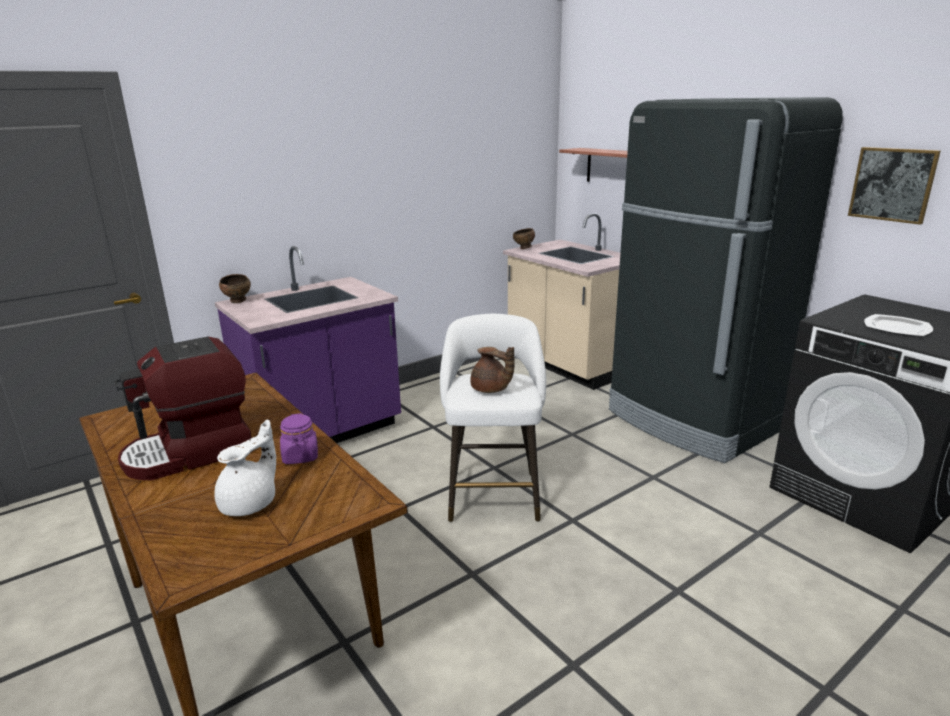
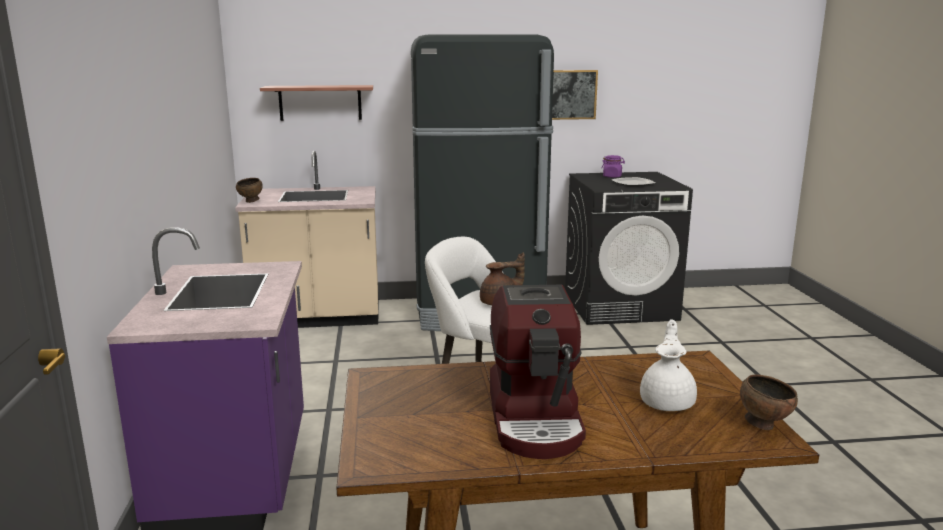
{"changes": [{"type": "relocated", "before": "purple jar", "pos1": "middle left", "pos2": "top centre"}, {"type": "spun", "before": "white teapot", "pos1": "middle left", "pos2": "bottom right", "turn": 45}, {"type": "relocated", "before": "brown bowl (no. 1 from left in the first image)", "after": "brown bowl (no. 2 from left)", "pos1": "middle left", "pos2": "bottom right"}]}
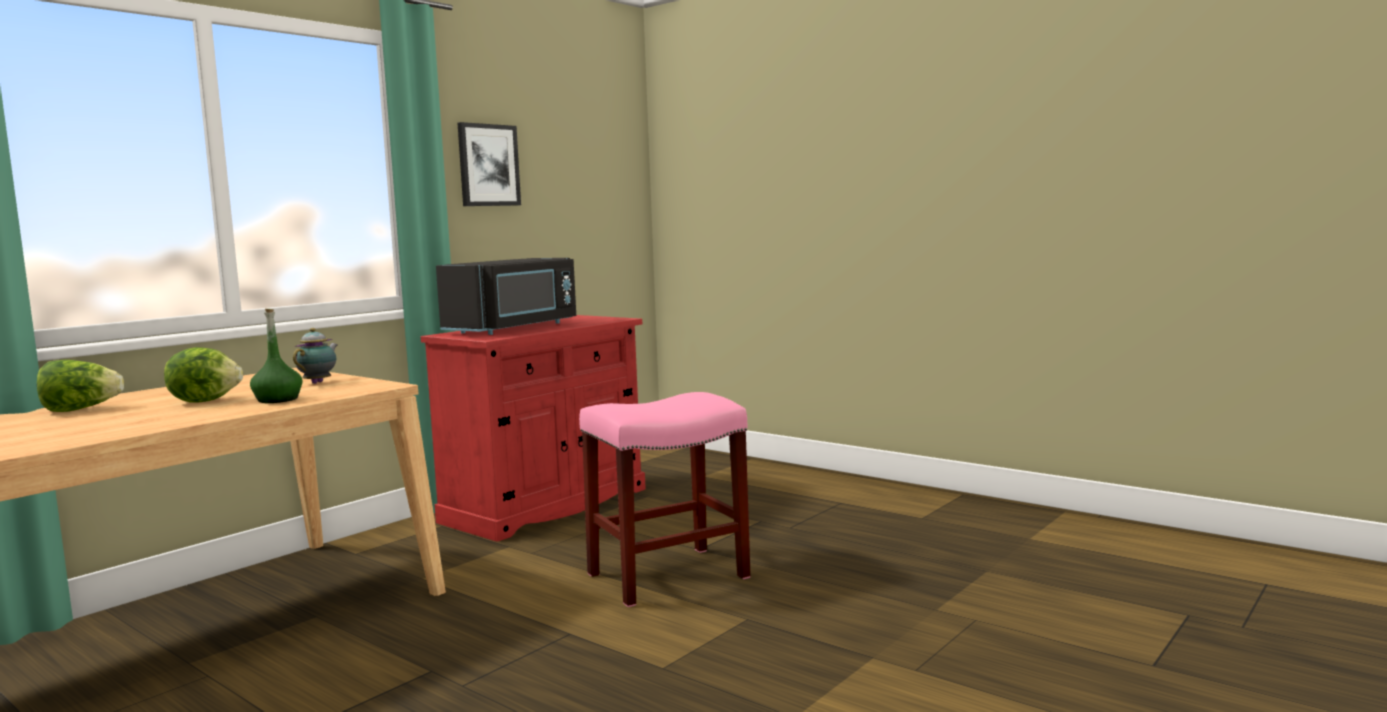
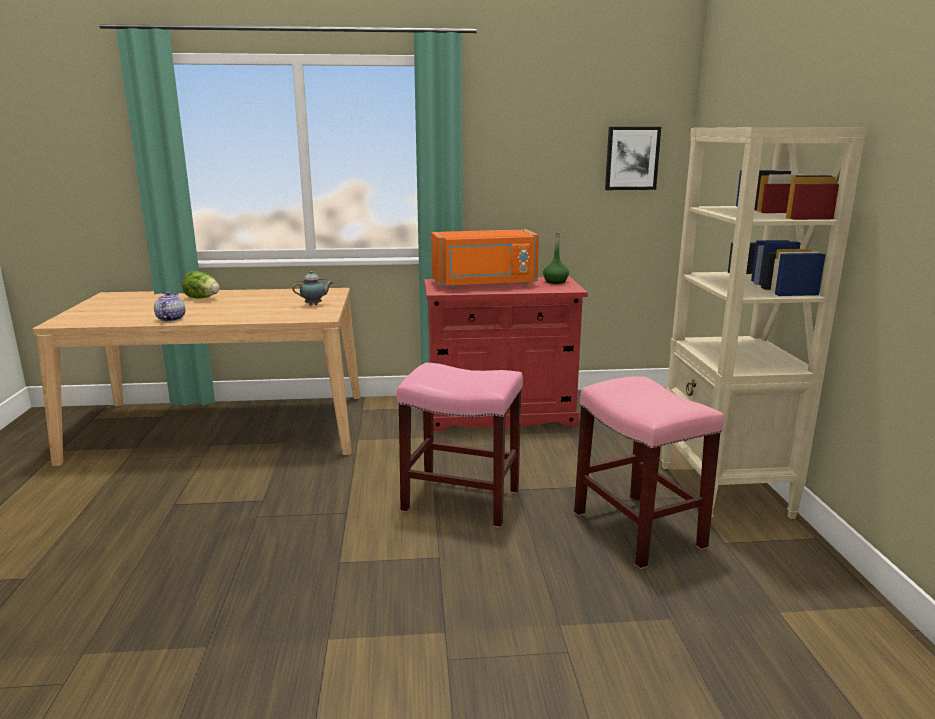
{"changes": [{"type": "appeared", "after": "teapot (no. 1 from left)", "pos2": "middle left"}, {"type": "colour", "before": "black microwave", "after": "orange microwave", "pos1": "centre", "pos2": "centre"}, {"type": "relocated", "before": "green bottle", "pos1": "middle left", "pos2": "centre"}, {"type": "appeared", "after": "pink stool (no. 2 from left)", "pos2": "middle right"}, {"type": "relocated", "before": "picture", "pos1": "top centre", "pos2": "top right"}, {"type": "appeared", "after": "beige bookcase", "pos2": "middle right"}, {"type": "missing", "before": "lettuce (no. 2 from left)", "pos1": "middle left"}]}
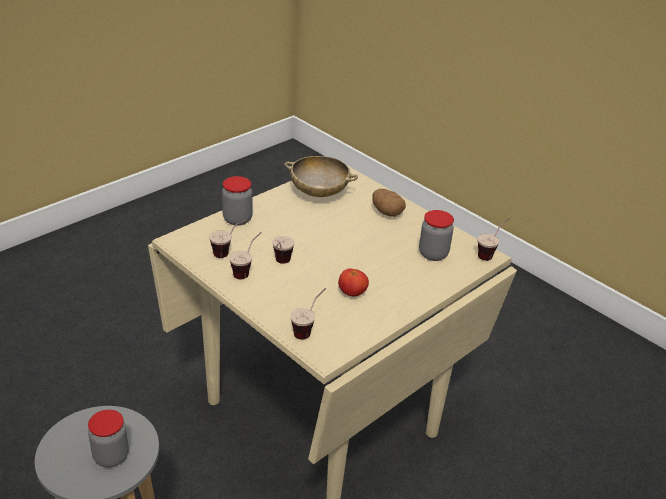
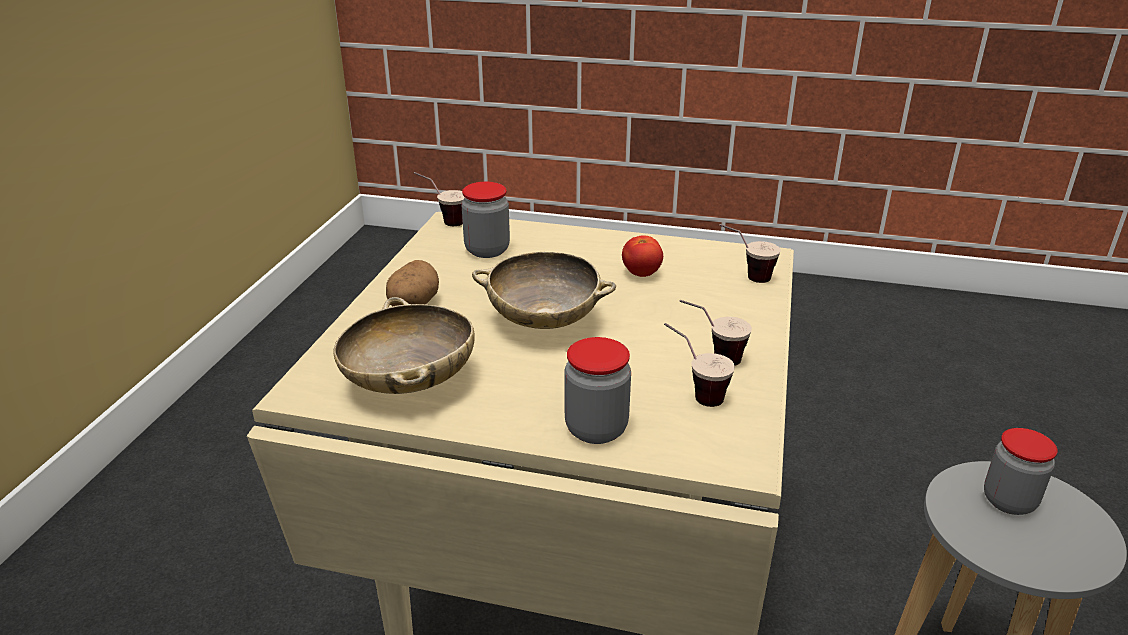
{"changes": [{"type": "appeared", "after": "beige bowl (no. 2 from left)", "pos2": "centre"}, {"type": "missing", "before": "cup (no. 3 from left)", "pos1": "centre"}]}
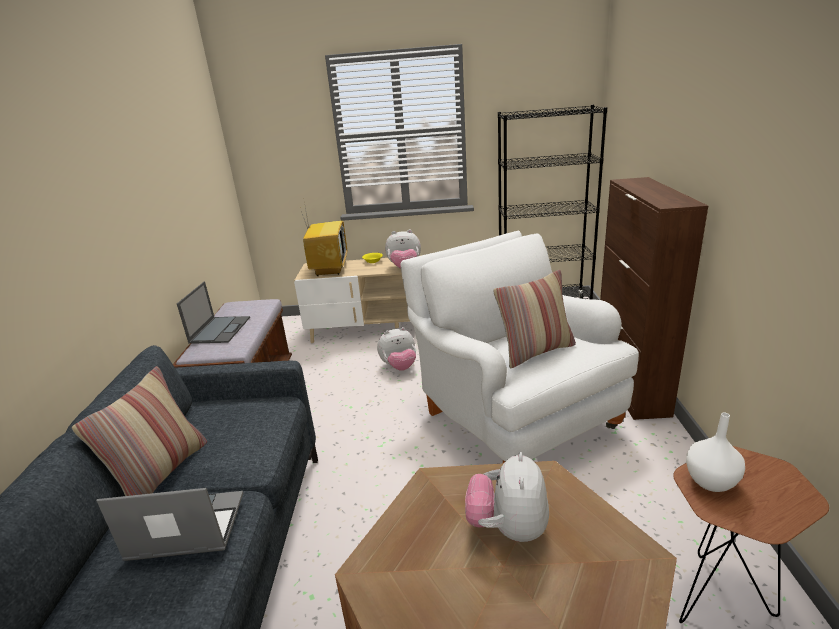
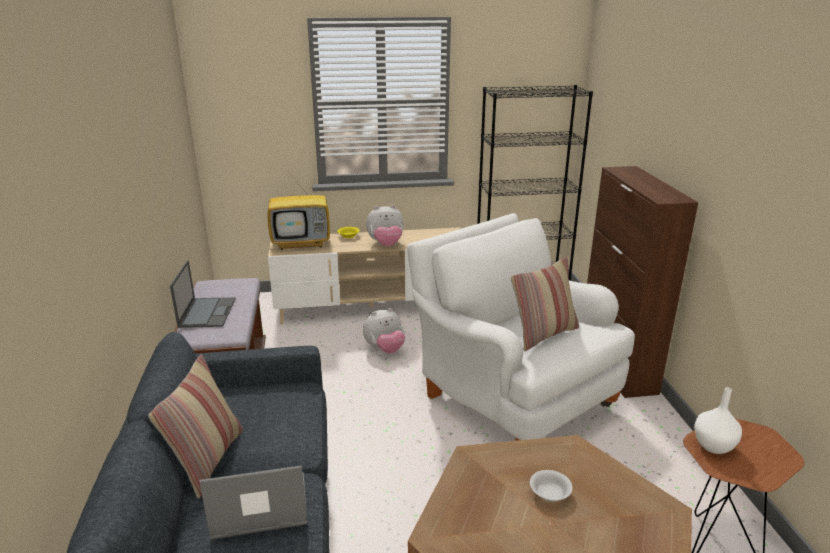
{"changes": [{"type": "spun", "before": "television", "pos1": "centre", "pos2": "centre", "turn": 90}, {"type": "exchanged", "before": "plush toy (no. 3 from left)", "after": "white bowl", "pos1": "bottom centre", "pos2": "bottom centre"}]}
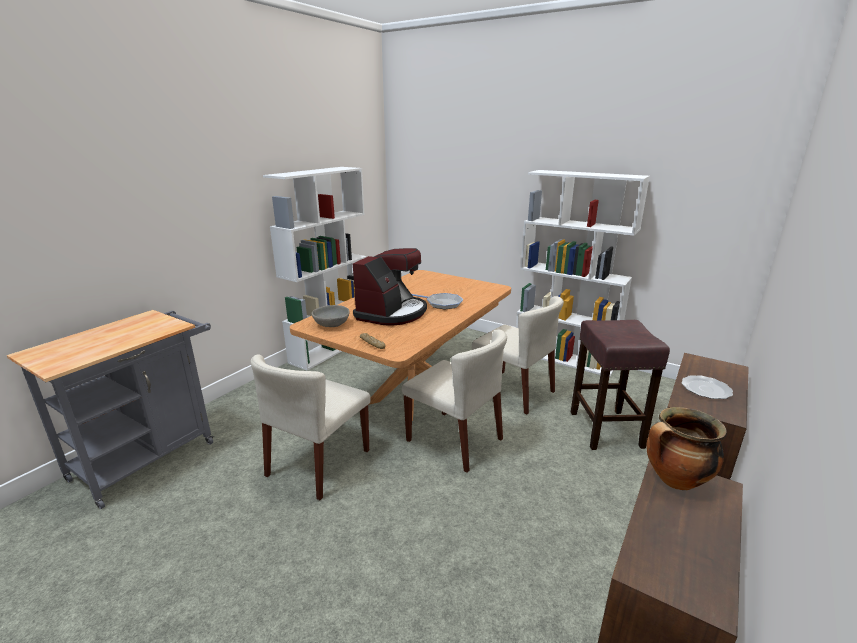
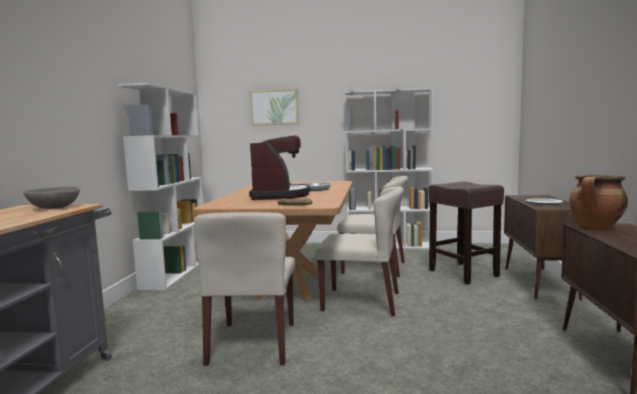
{"changes": [{"type": "relocated", "before": "grey bowl", "pos1": "centre", "pos2": "middle left"}, {"type": "appeared", "after": "picture", "pos2": "top centre"}]}
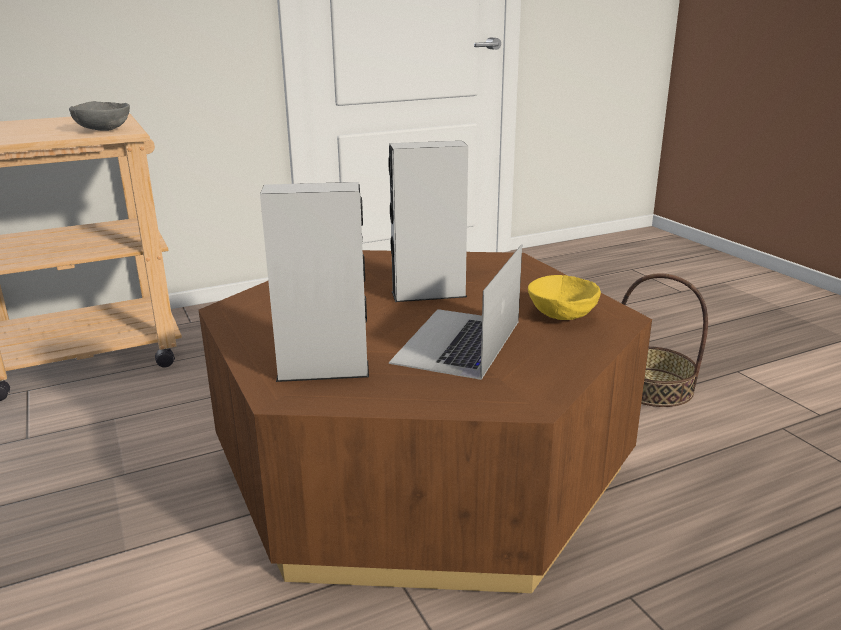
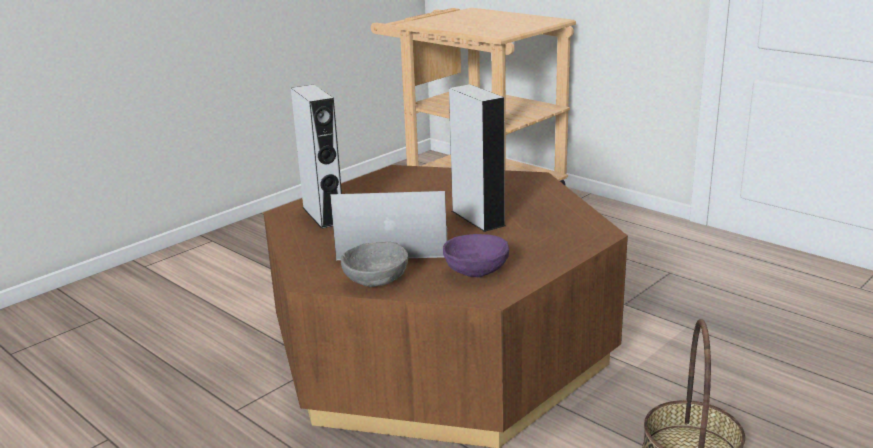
{"changes": [{"type": "relocated", "before": "grey bowl", "pos1": "top left", "pos2": "centre"}, {"type": "colour", "before": "yellow bowl", "after": "purple bowl", "pos1": "middle right", "pos2": "centre"}]}
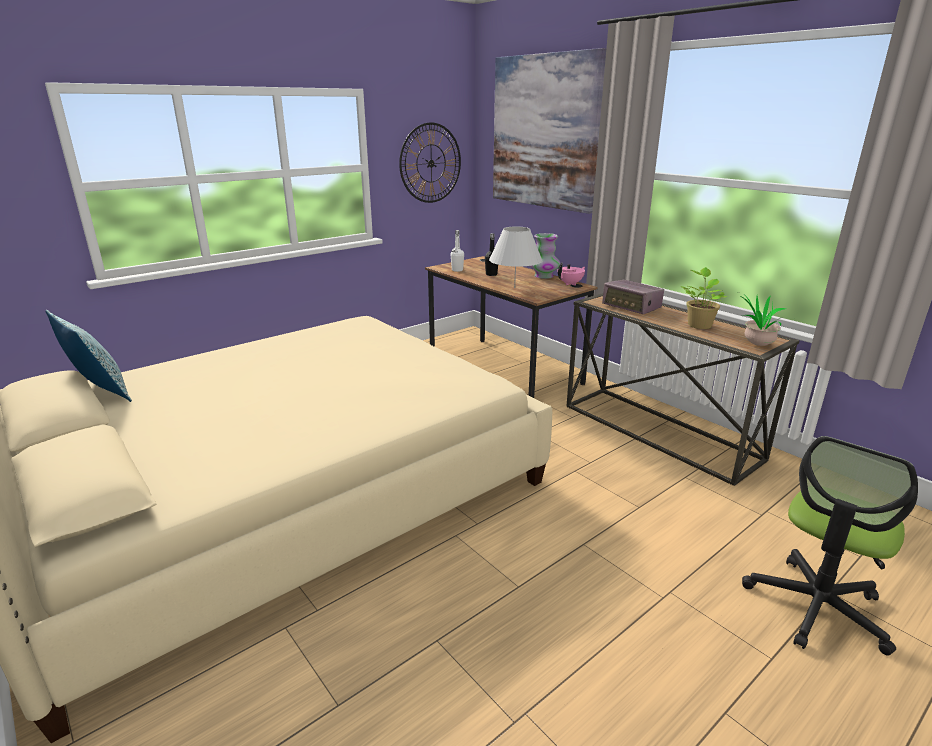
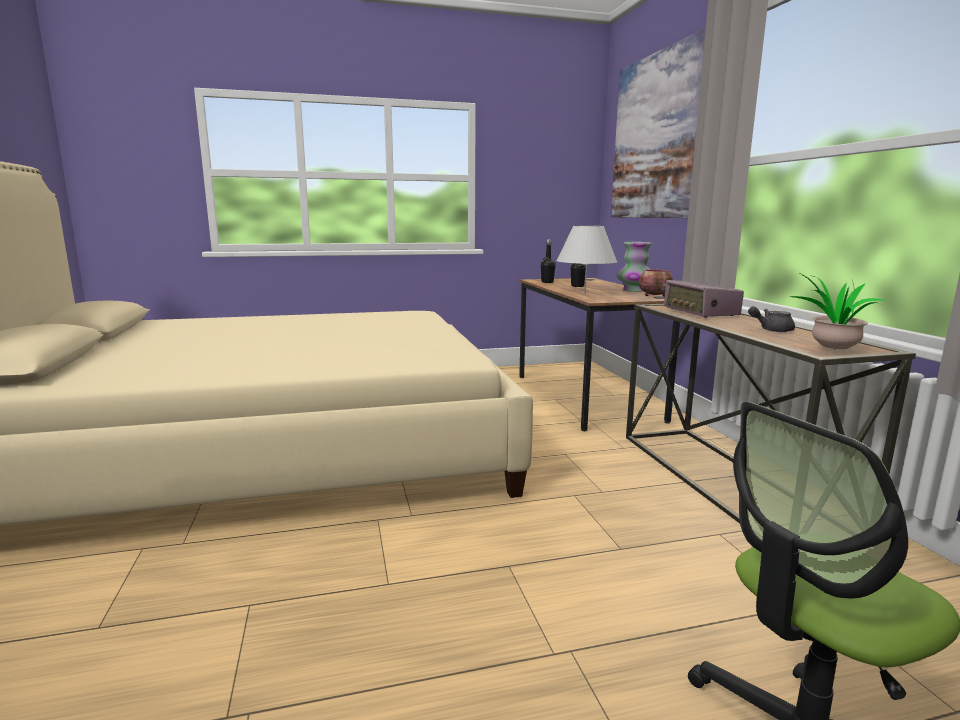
{"changes": [{"type": "colour", "before": "white bottle", "after": "black bottle (no. 1 from left)", "pos1": "centre", "pos2": "centre"}, {"type": "exchanged", "before": "pink teapot", "after": "bowl", "pos1": "centre", "pos2": "middle right"}, {"type": "exchanged", "before": "potted plant (no. 1 from left)", "after": "grey teapot", "pos1": "middle right", "pos2": "middle right"}, {"type": "missing", "before": "pillow", "pos1": "middle left"}, {"type": "missing", "before": "wall clock", "pos1": "top centre"}]}
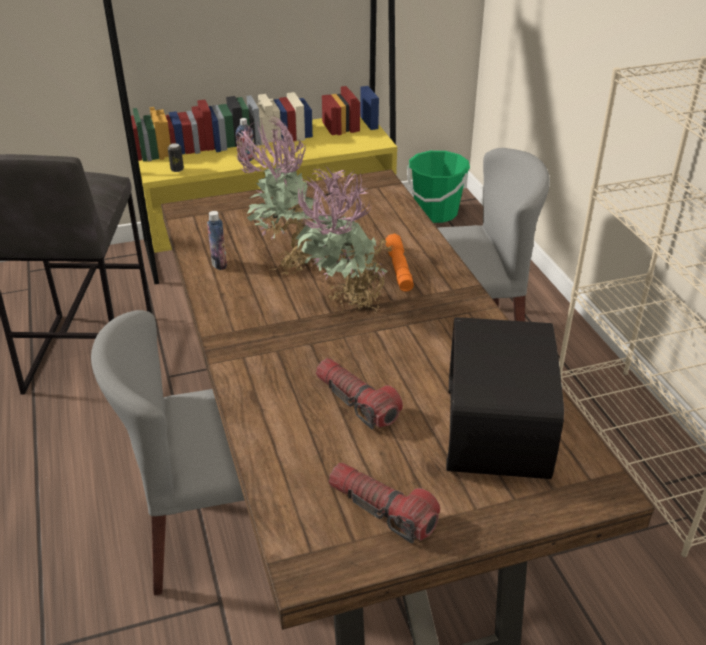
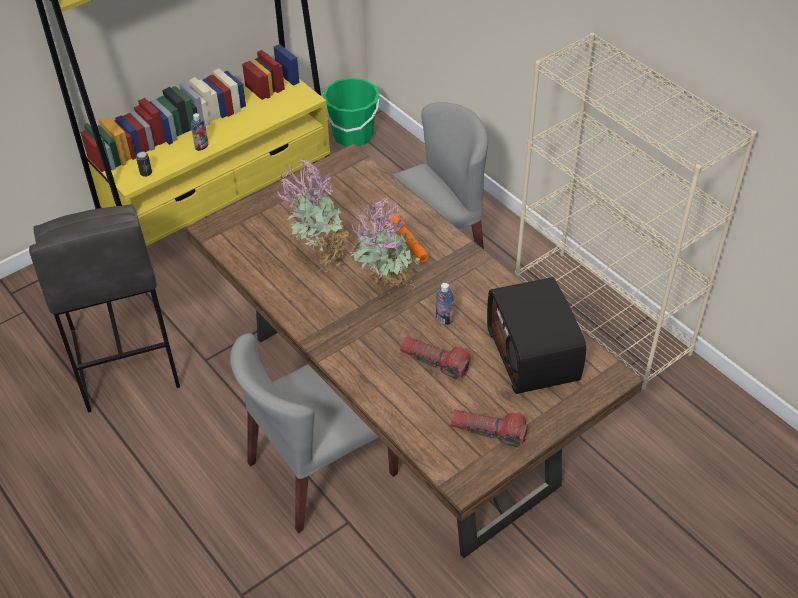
{"changes": [{"type": "relocated", "before": "bottle (no. 1 from left in the first image)", "after": "bottle (no. 2 from left)", "pos1": "middle left", "pos2": "centre"}]}
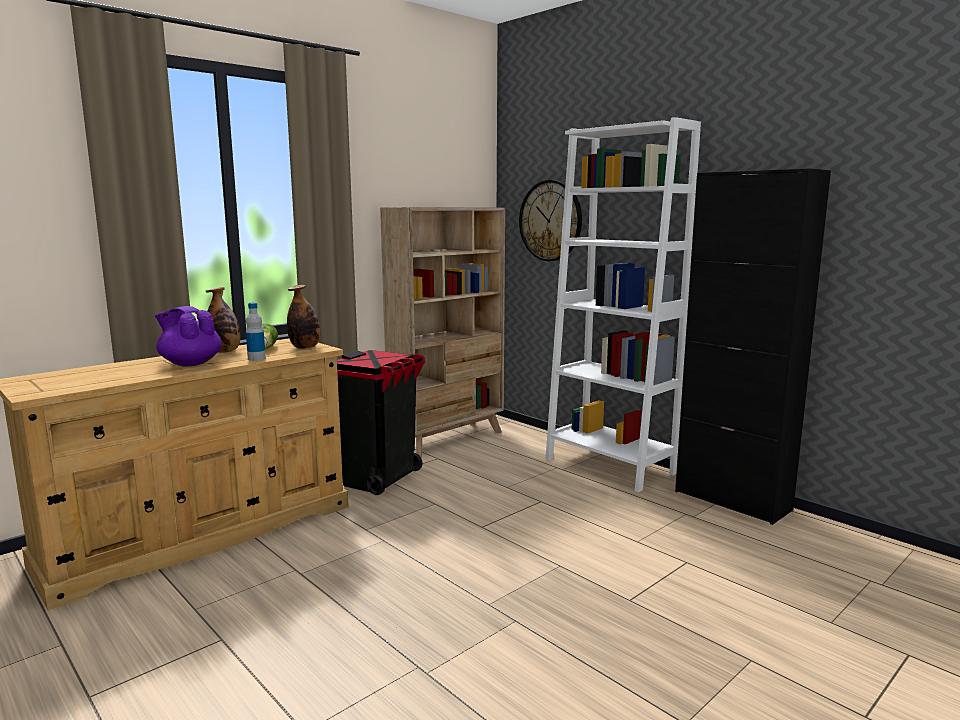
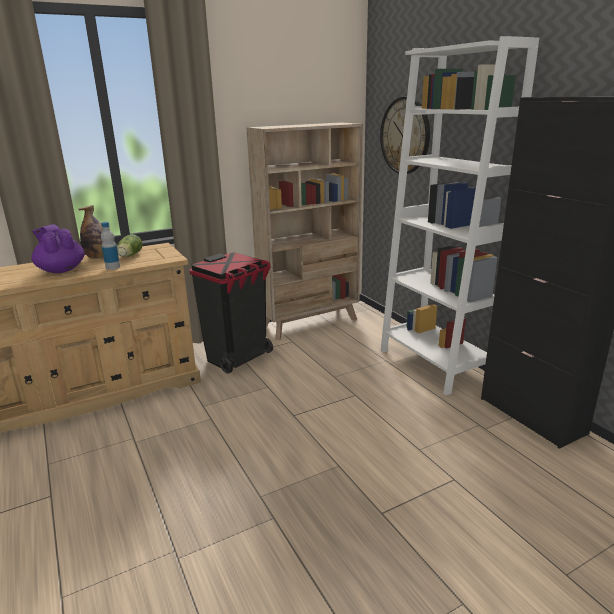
{"changes": [{"type": "missing", "before": "bottle (no. 3 from left)", "pos1": "middle left"}]}
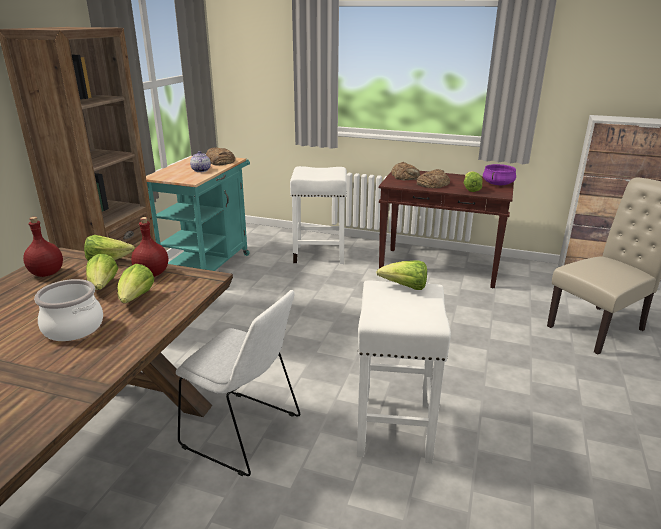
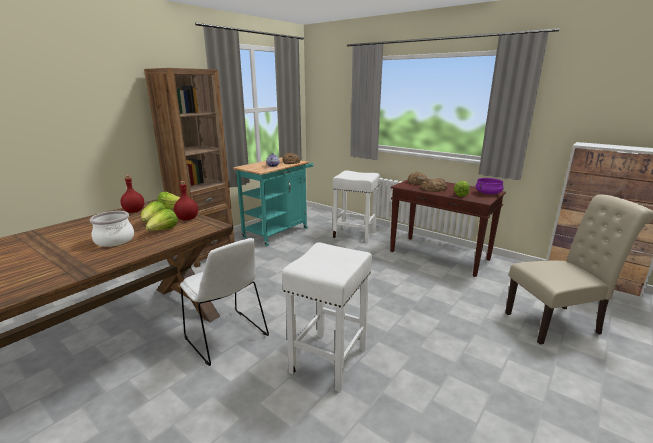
{"changes": [{"type": "missing", "before": "lettuce (no. 4 from left)", "pos1": "centre"}]}
